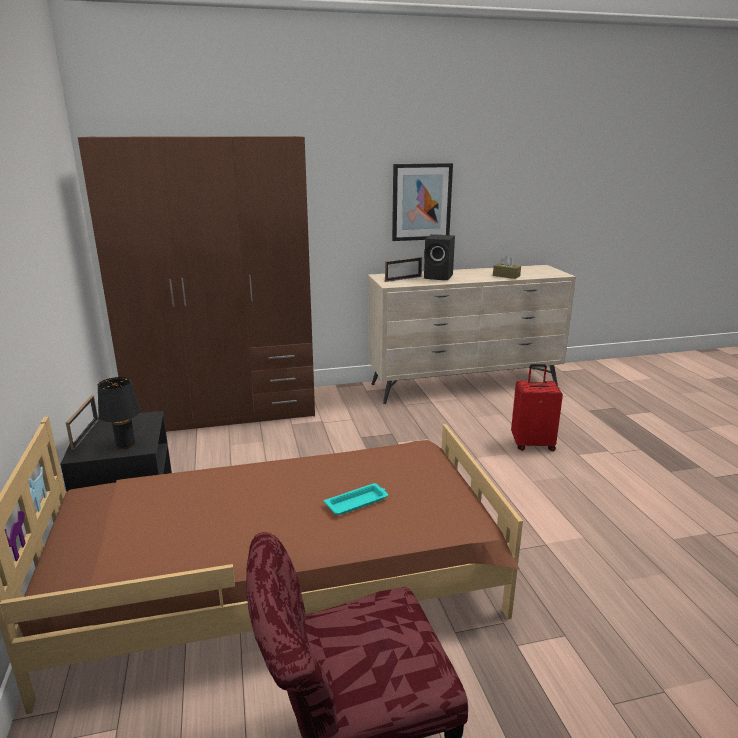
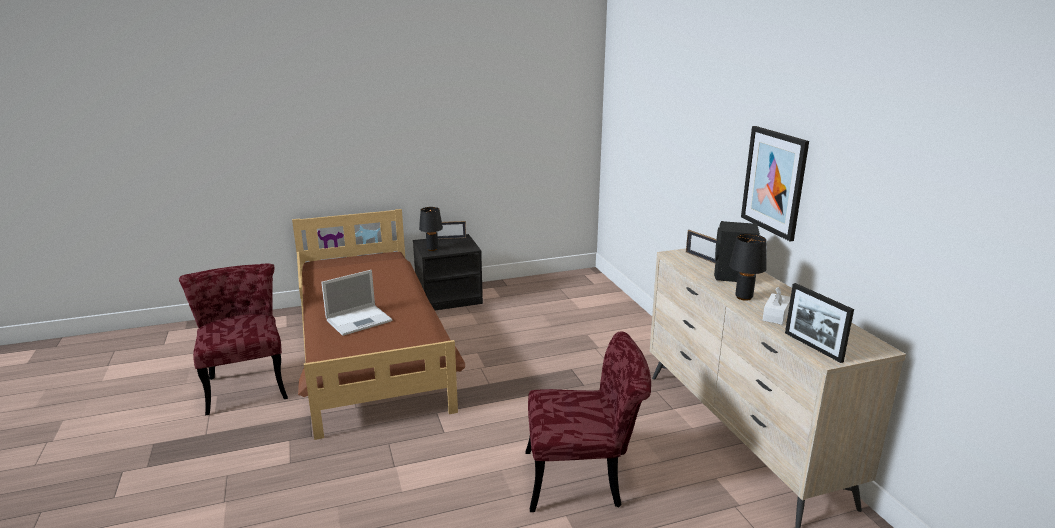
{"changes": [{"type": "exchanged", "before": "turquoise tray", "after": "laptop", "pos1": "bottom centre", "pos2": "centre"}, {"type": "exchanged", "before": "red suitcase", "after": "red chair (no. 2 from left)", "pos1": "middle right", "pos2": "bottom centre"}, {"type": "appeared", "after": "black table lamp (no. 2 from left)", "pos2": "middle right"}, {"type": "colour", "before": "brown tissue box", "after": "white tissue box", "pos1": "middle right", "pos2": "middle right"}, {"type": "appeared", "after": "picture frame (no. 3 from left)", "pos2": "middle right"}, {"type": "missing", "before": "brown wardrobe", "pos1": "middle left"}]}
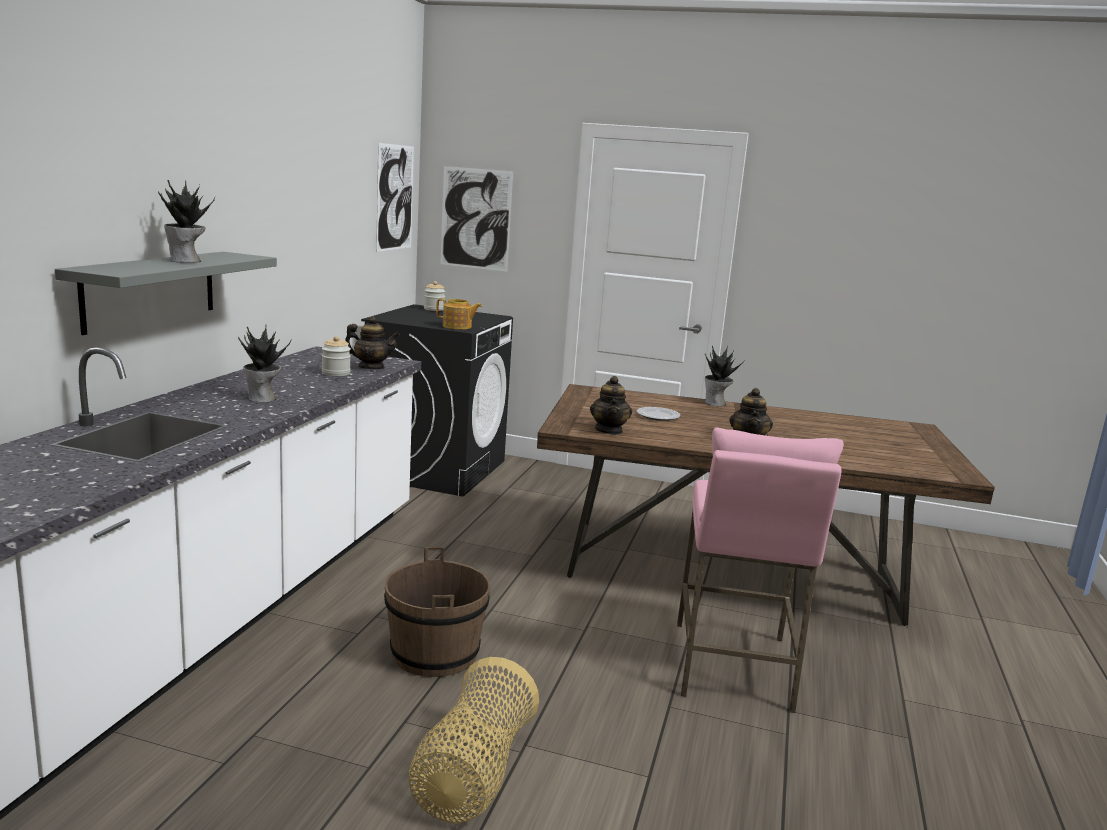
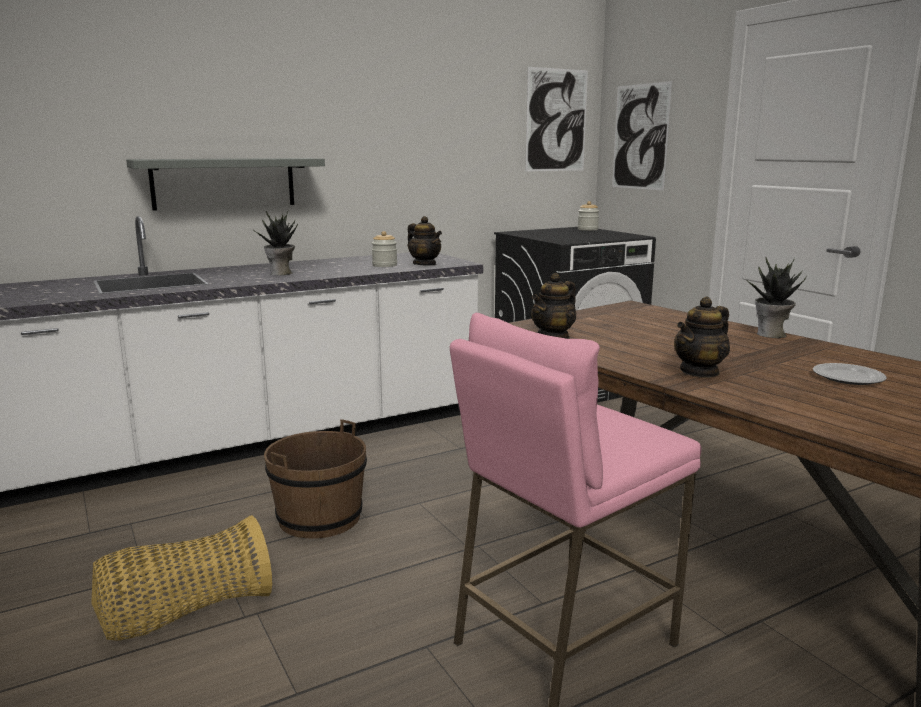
{"changes": [{"type": "relocated", "before": "plate", "pos1": "centre", "pos2": "middle right"}, {"type": "missing", "before": "potted plant (no. 1 from left)", "pos1": "top left"}, {"type": "missing", "before": "teapot (no. 2 from left)", "pos1": "centre"}]}
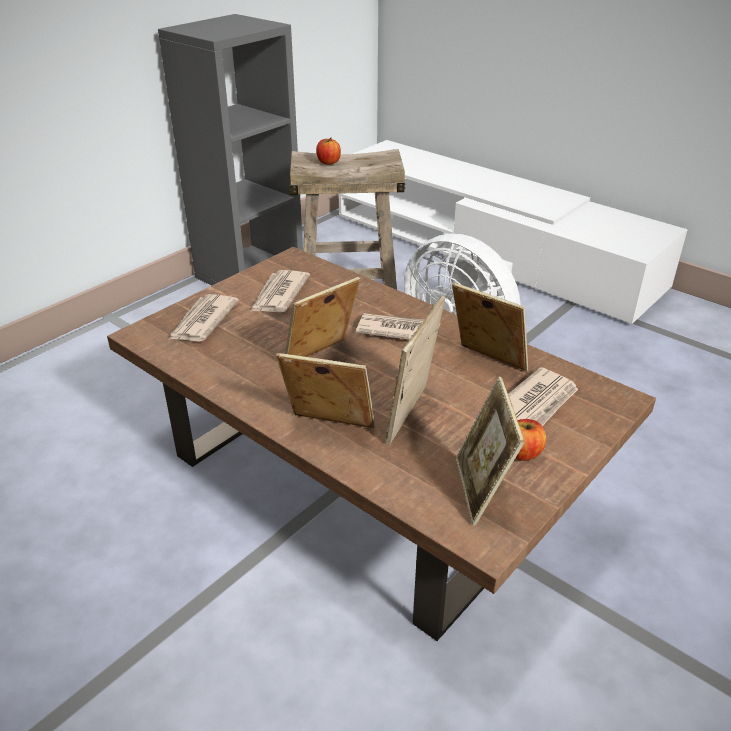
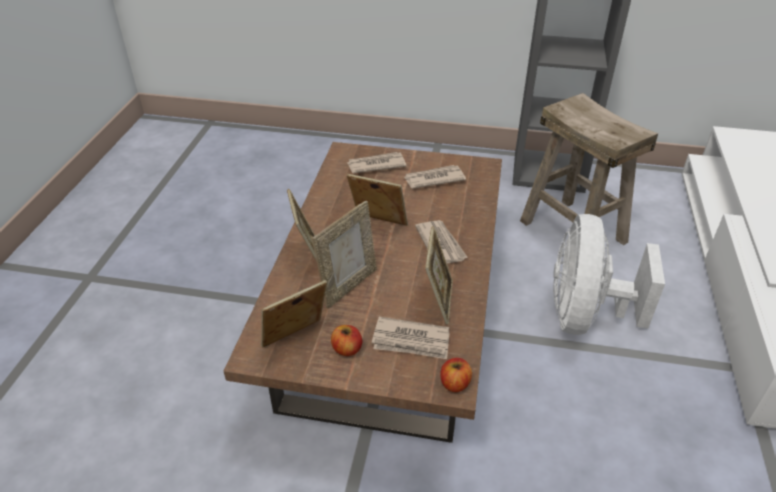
{"changes": [{"type": "spun", "before": "picture frame (no. 3 from left)", "pos1": "centre", "pos2": "centre", "turn": 135}, {"type": "relocated", "before": "apple (no. 1 from left in the first image)", "after": "apple (no. 2 from left)", "pos1": "top centre", "pos2": "bottom centre"}]}
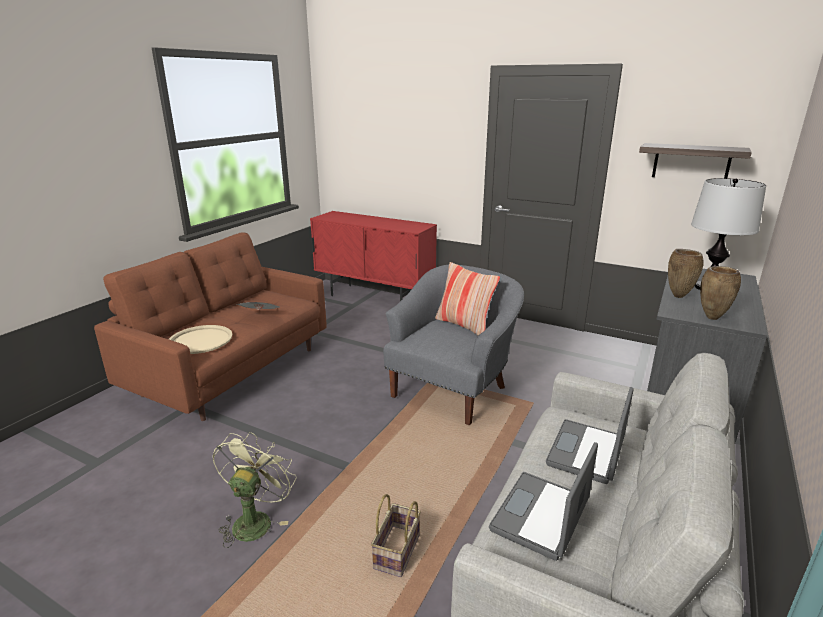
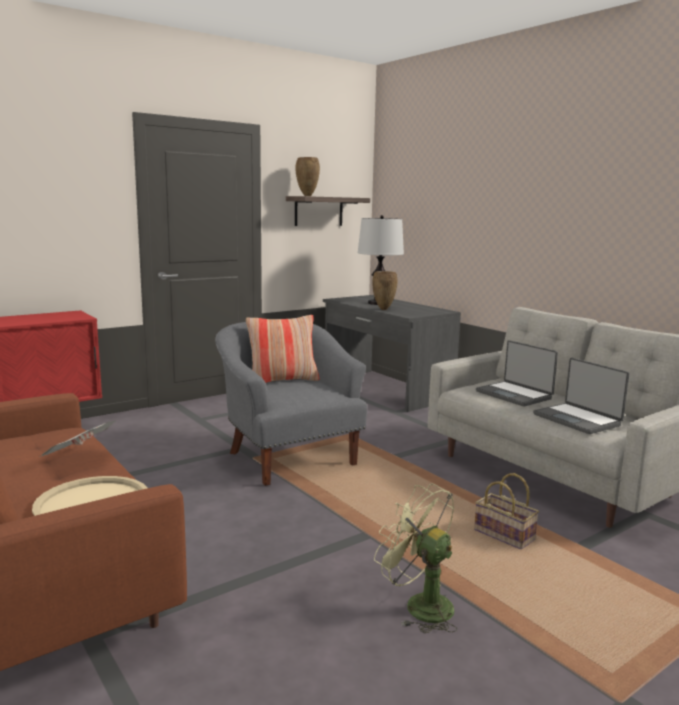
{"changes": [{"type": "relocated", "before": "brown vase (no. 2 from left in the first image)", "after": "brown vase (no. 1 from left)", "pos1": "middle right", "pos2": "top centre"}]}
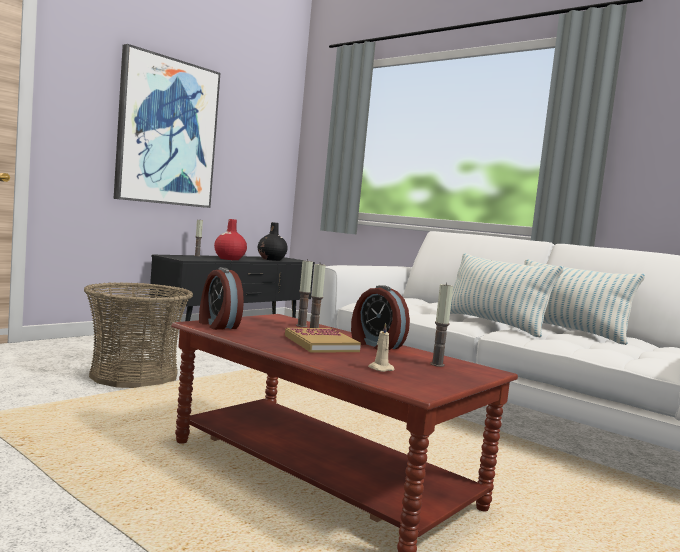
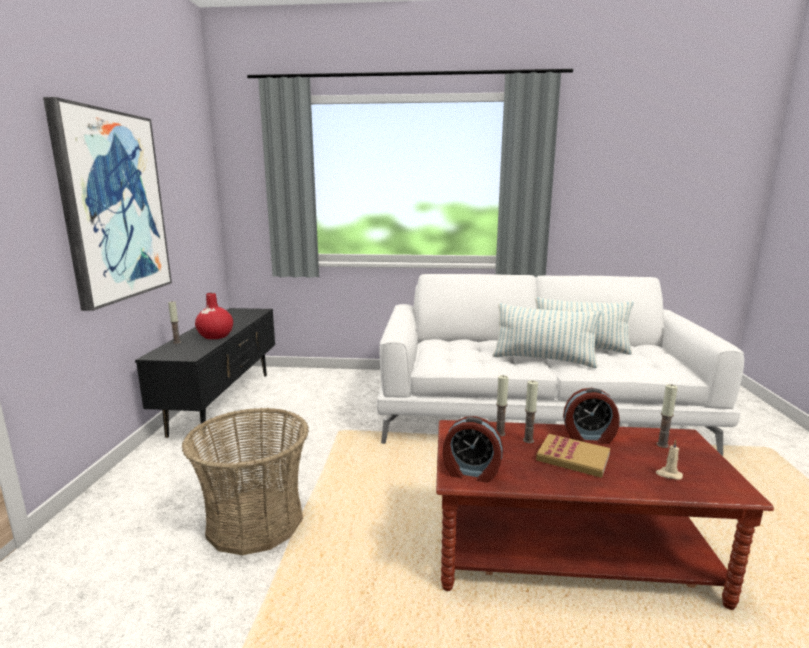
{"changes": [{"type": "missing", "before": "black vase", "pos1": "centre"}]}
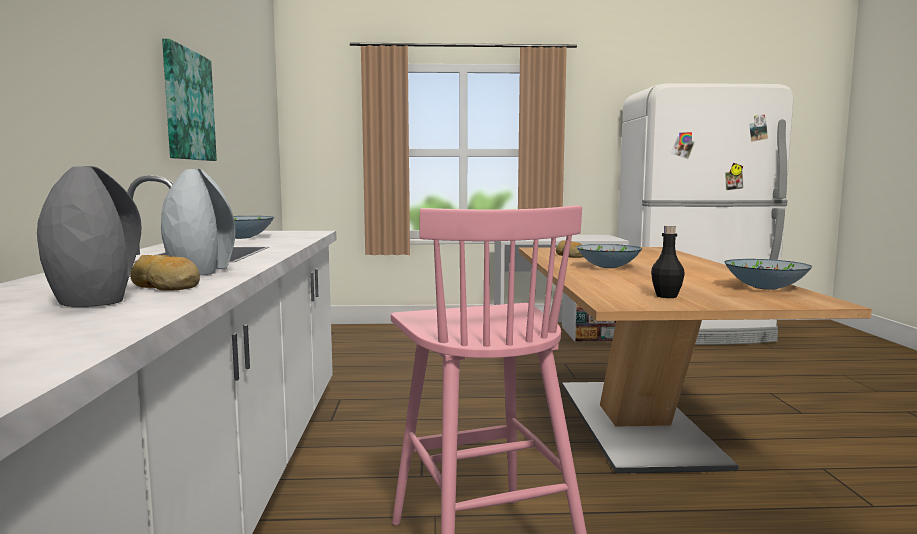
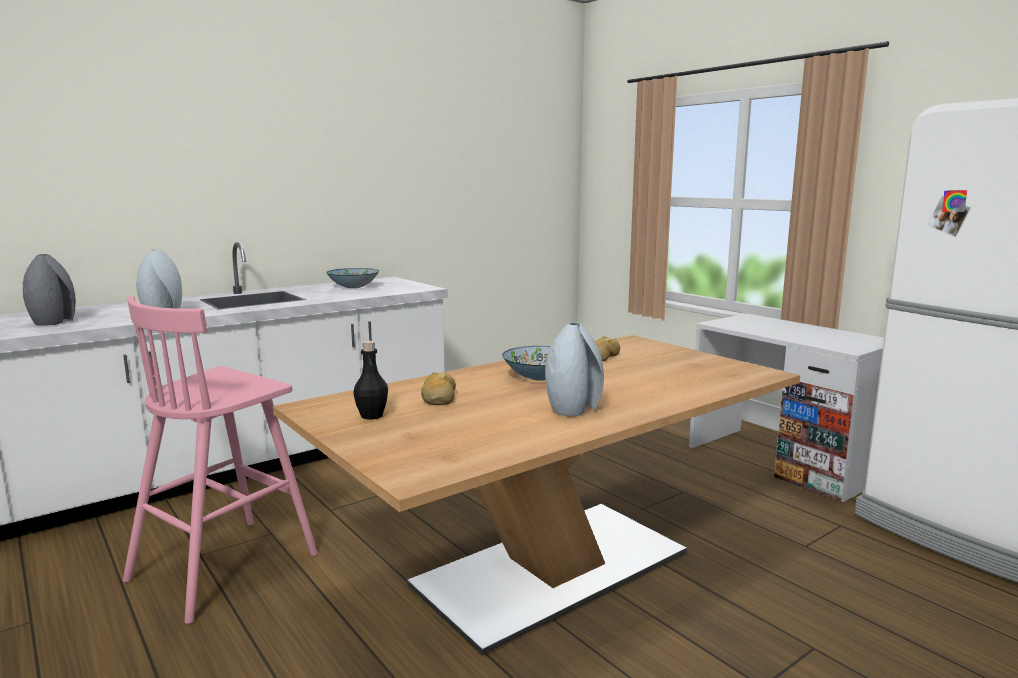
{"changes": [{"type": "relocated", "before": "bread (no. 1 from left)", "pos1": "middle left", "pos2": "centre"}, {"type": "appeared", "after": "grey vase (no. 3 from left)", "pos2": "centre"}, {"type": "missing", "before": "picture", "pos1": "top left"}, {"type": "missing", "before": "bowl (no. 3 from left)", "pos1": "middle right"}]}
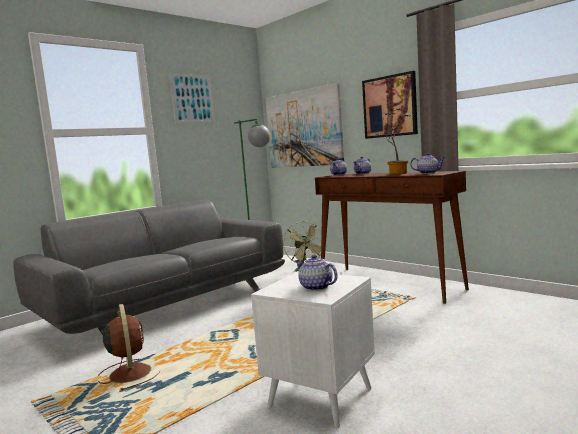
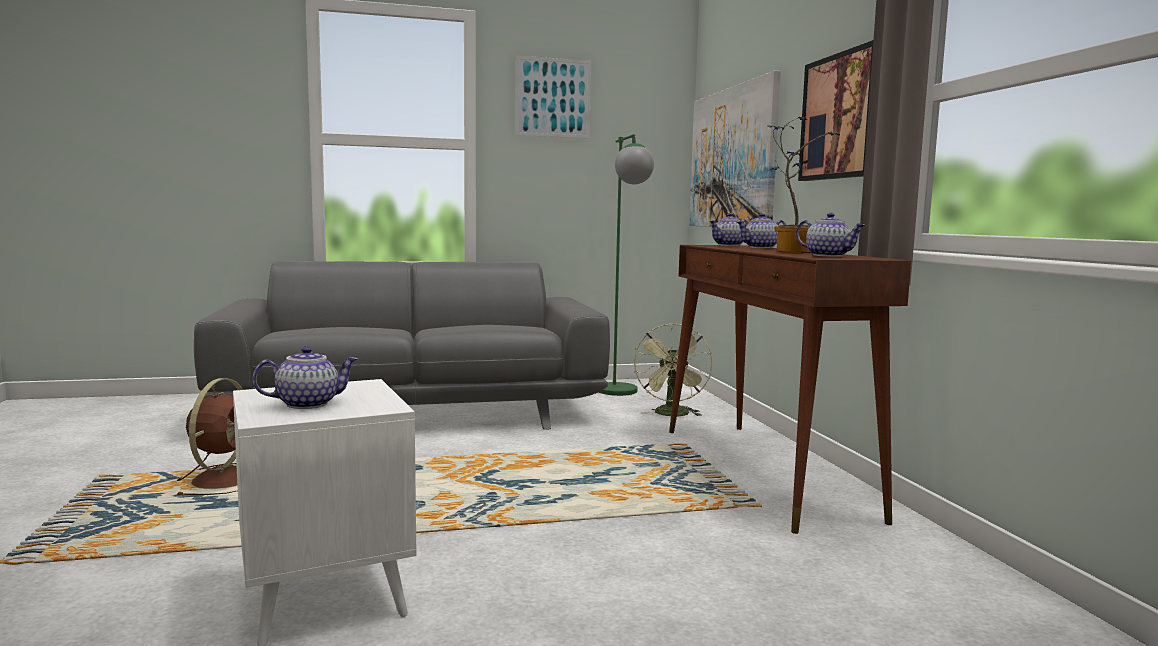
{"changes": [{"type": "spun", "before": "teapot (no. 1 from left)", "pos1": "centre", "pos2": "middle left", "turn": 75}]}
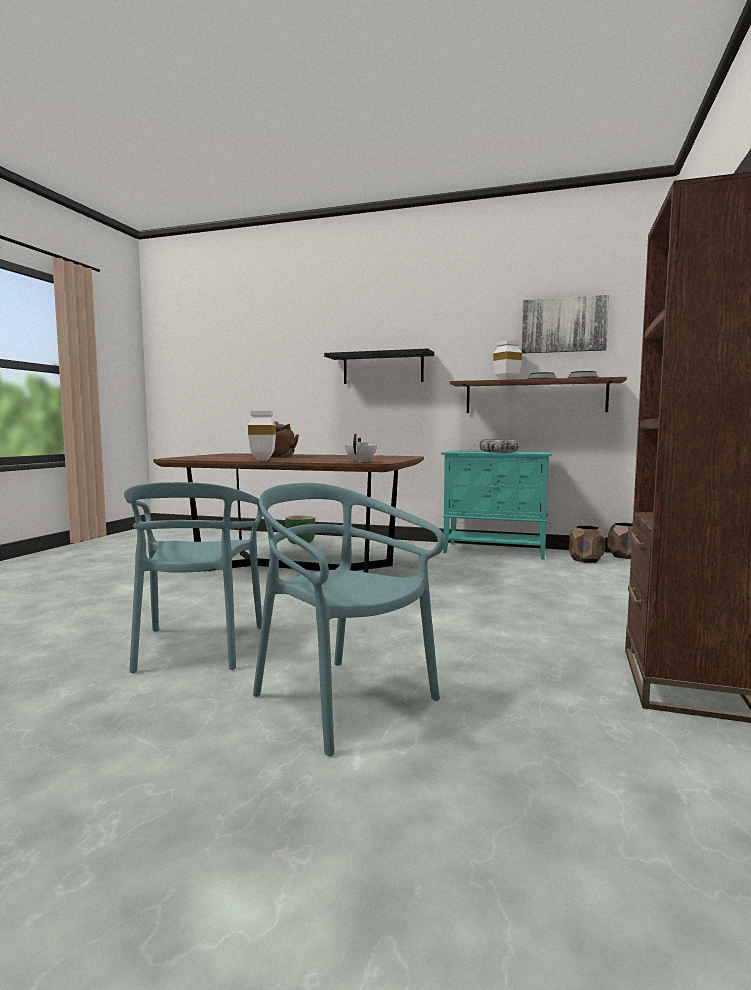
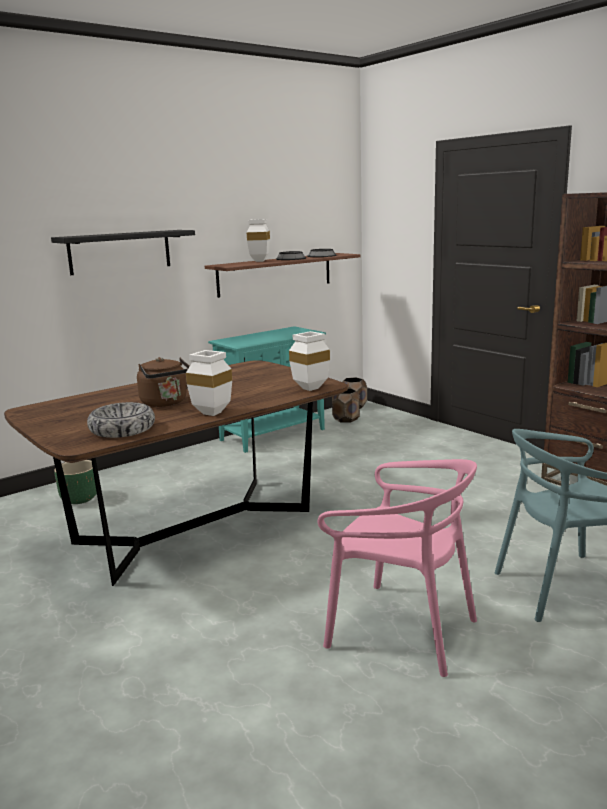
{"changes": [{"type": "relocated", "before": "bowl (no. 1 from left)", "pos1": "centre", "pos2": "middle left"}, {"type": "exchanged", "before": "white teapot", "after": "white vase (no. 3 from left)", "pos1": "centre", "pos2": "centre"}, {"type": "colour", "before": "turquoise chair (no. 1 from left)", "after": "pink chair", "pos1": "middle left", "pos2": "bottom centre"}, {"type": "missing", "before": "picture", "pos1": "top right"}]}
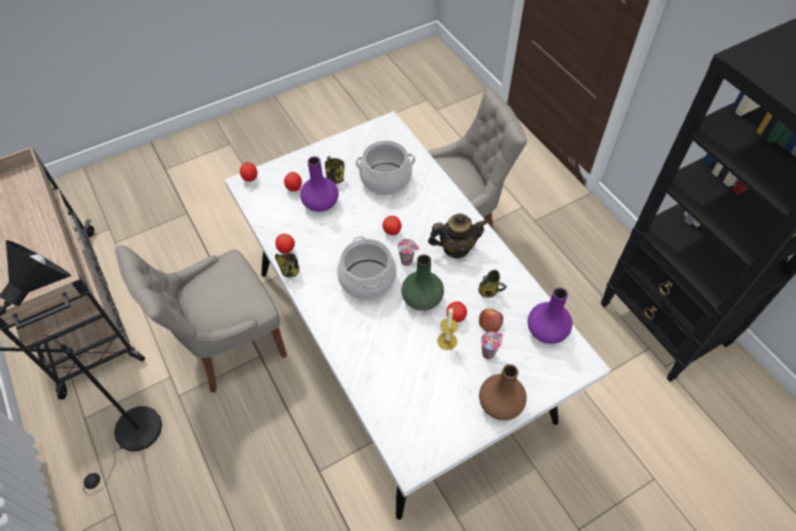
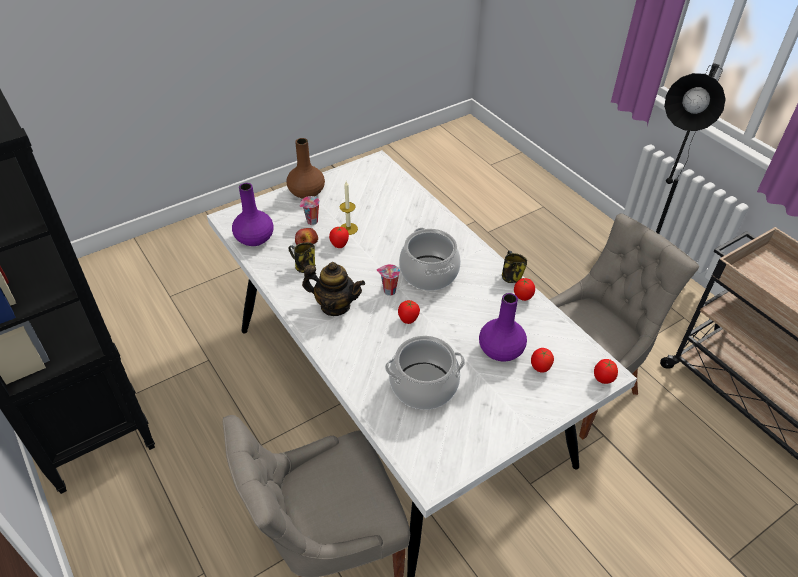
{"changes": [{"type": "spun", "before": "teapot", "pos1": "centre", "pos2": "centre", "turn": -150}, {"type": "missing", "before": "mug (no. 2 from left)", "pos1": "top centre"}, {"type": "missing", "before": "green vase", "pos1": "centre"}]}
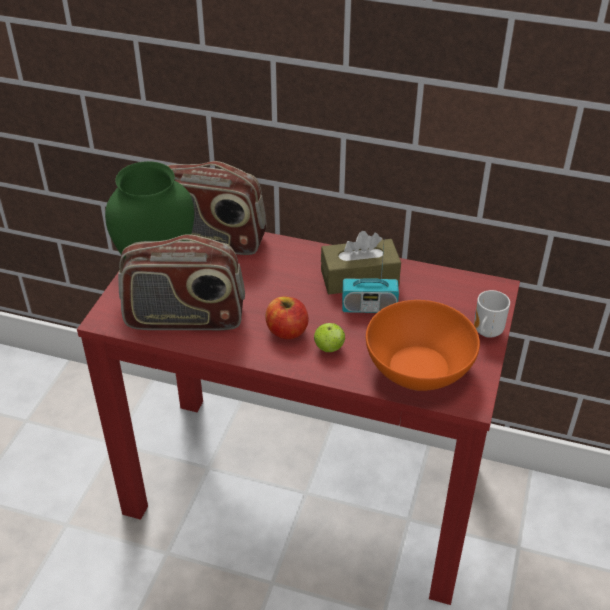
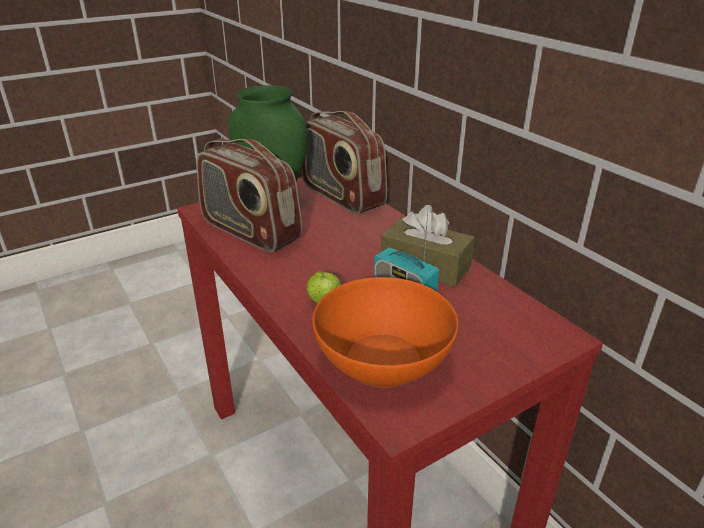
{"changes": [{"type": "missing", "before": "apple (no. 1 from left)", "pos1": "centre"}, {"type": "missing", "before": "mug", "pos1": "middle right"}]}
